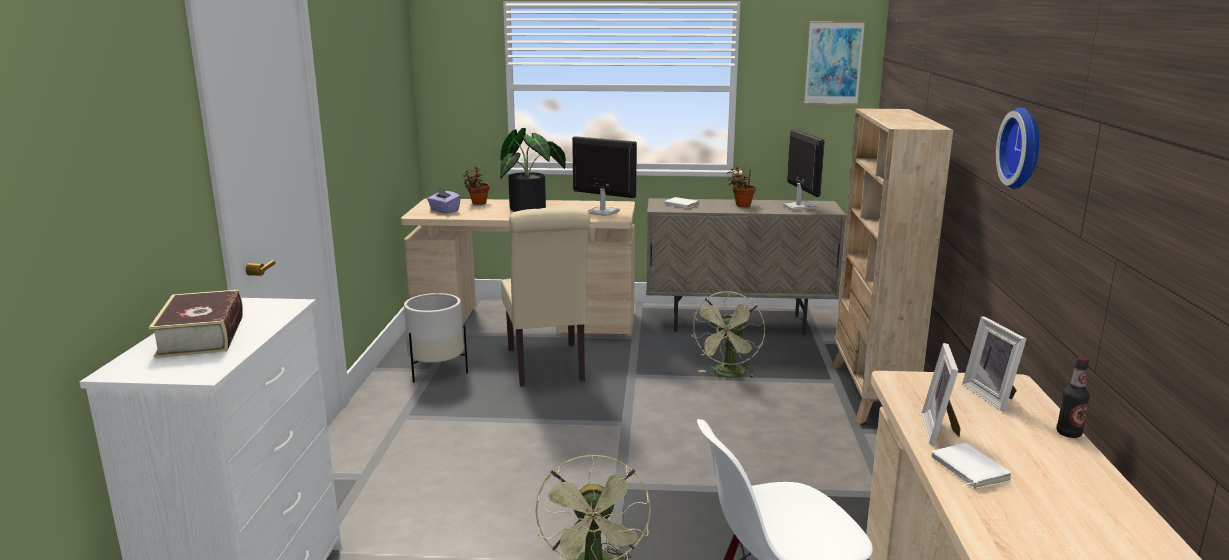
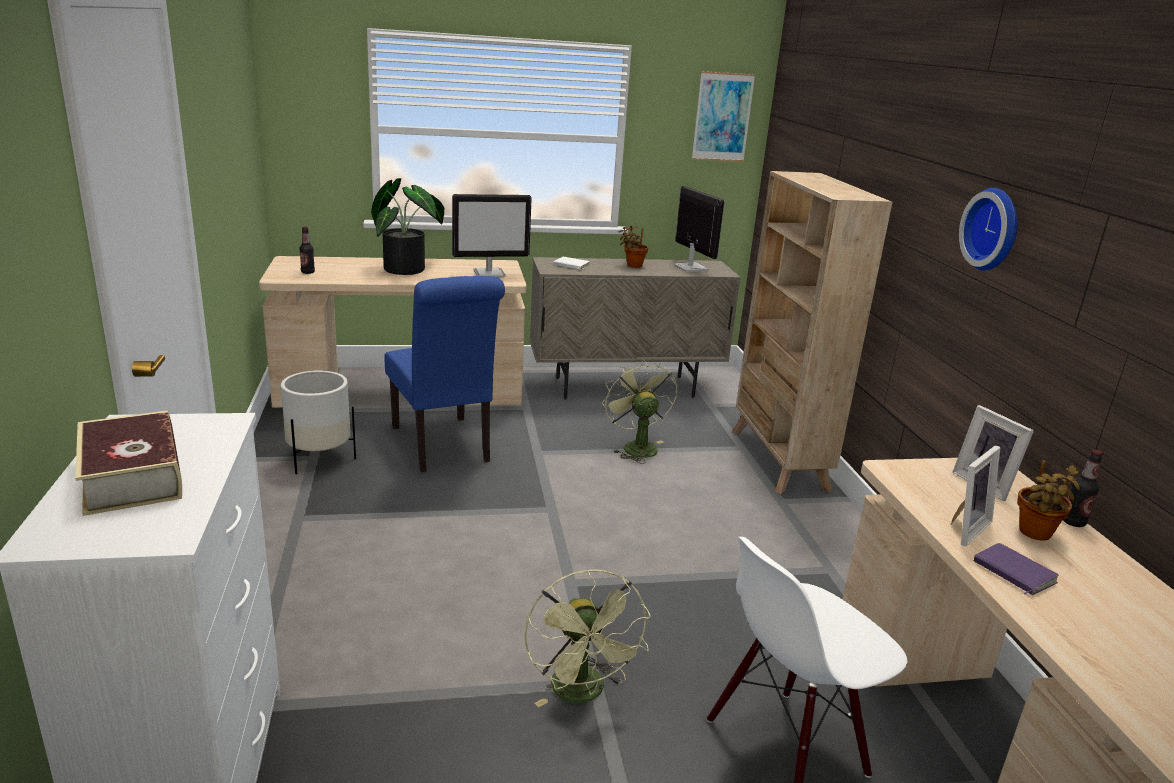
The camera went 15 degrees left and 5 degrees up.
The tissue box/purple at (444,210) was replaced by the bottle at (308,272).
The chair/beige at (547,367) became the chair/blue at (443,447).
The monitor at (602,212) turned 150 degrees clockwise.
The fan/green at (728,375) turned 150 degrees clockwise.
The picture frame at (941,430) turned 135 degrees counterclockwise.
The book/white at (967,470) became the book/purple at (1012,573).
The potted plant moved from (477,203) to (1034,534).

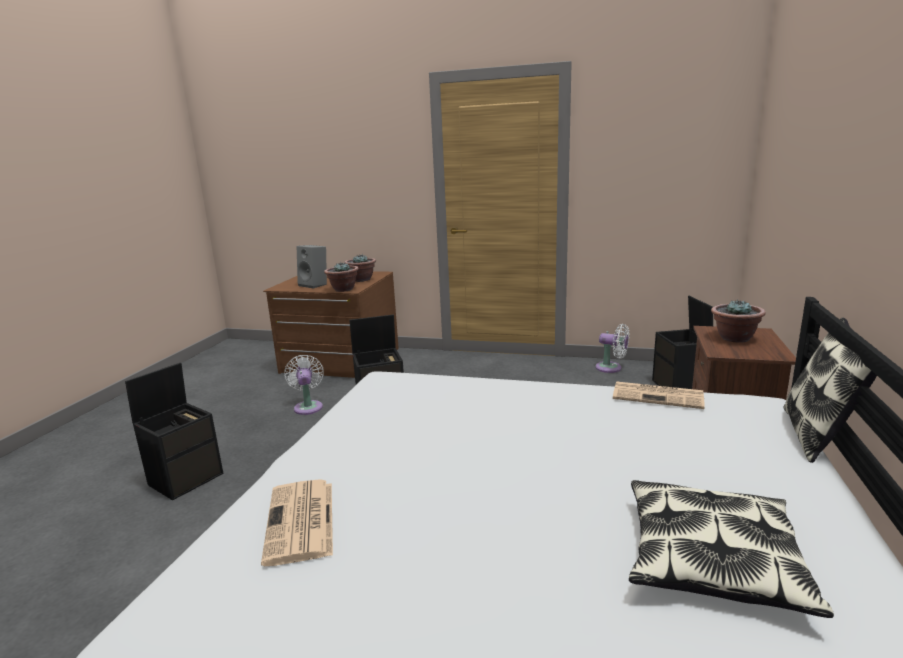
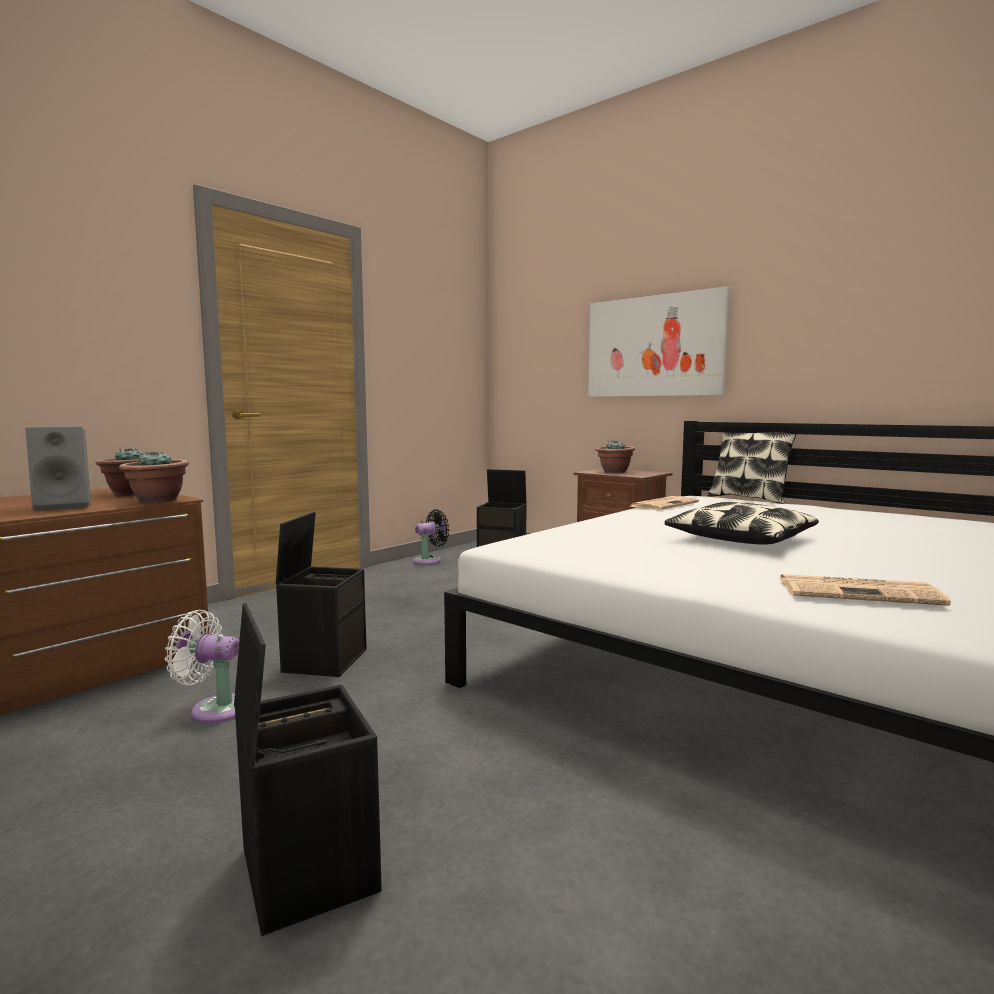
The camera went 65 degrees left and 10 degrees down.
The fan/white at (611,368) became the fan/black at (430,561).
The picture at (654,346) appeared.
The pillow moved from (711,559) to (740,539).

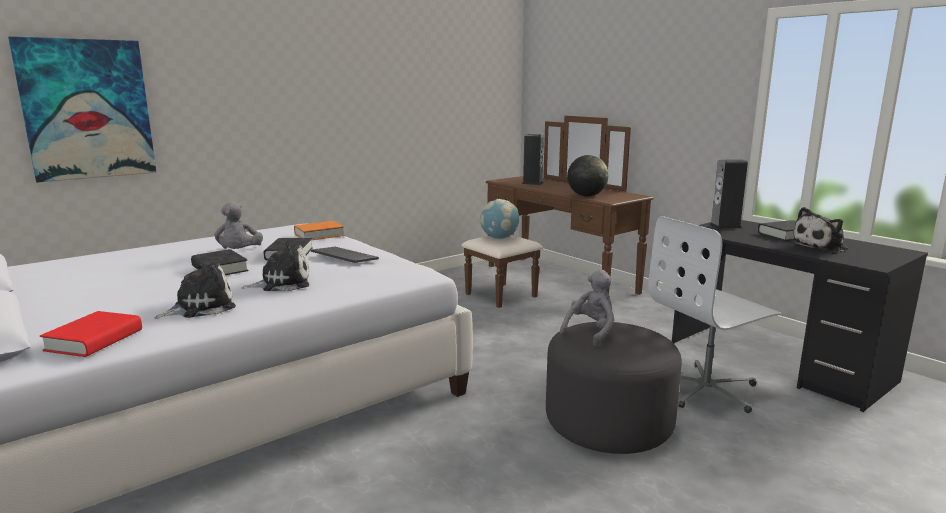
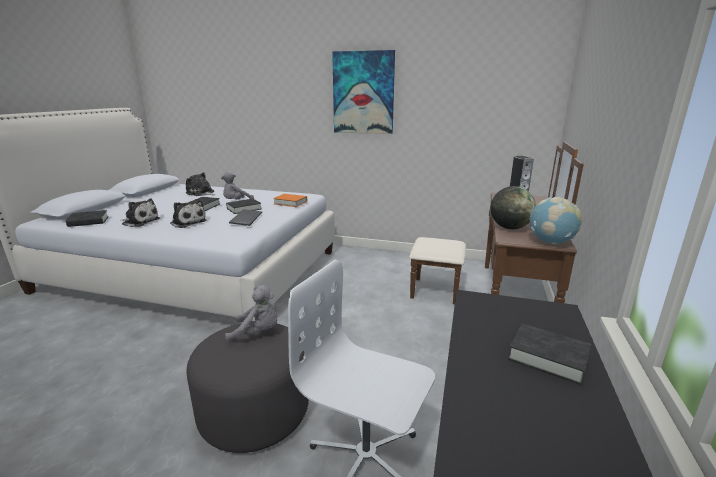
The camera went 55 degrees right and 5 degrees up.
The book/red at (94,340) became the book/black at (88,222).
The plush toy moved from (821,246) to (201,193).
The picture moved from (87,109) to (363,93).
The globe moved from (499,238) to (551,242).
The speaker at (725,226) disappeared.

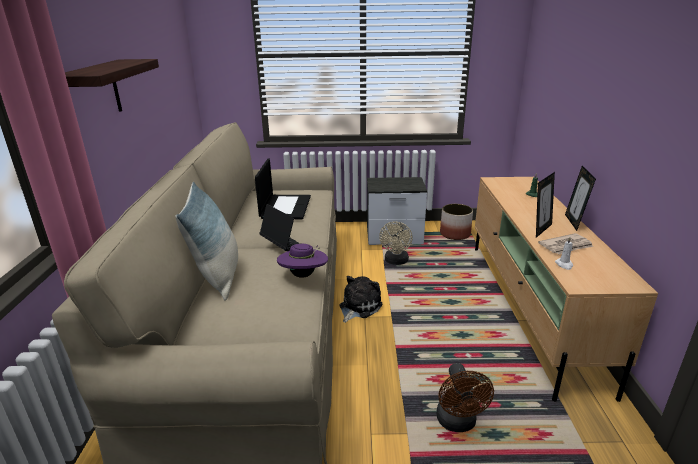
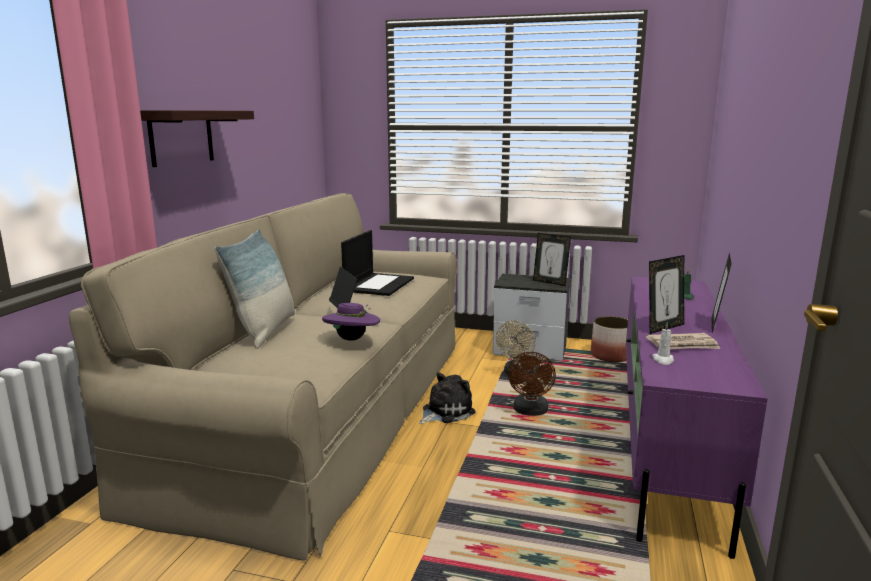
The camera went 15 degrees right and 10 degrees down.
The fan/brown moved from (458,423) to (530,411).
The picture frame at (550,282) appeared.
The tv stand/beige at (530,308) became the tv stand/purple at (666,443).

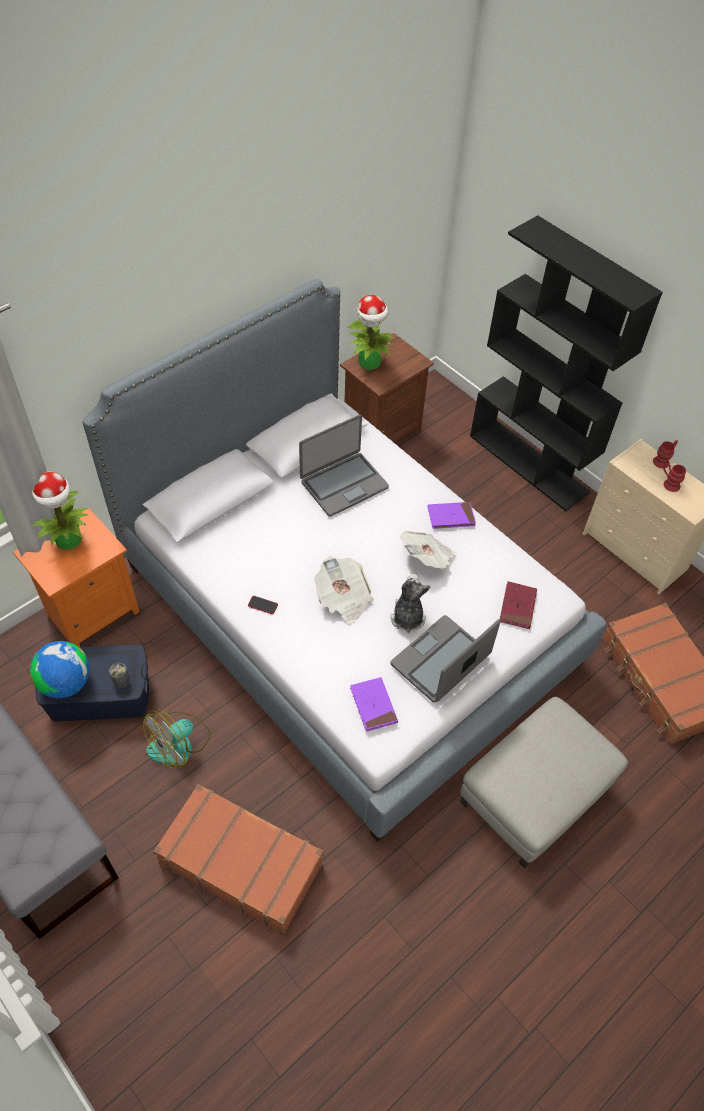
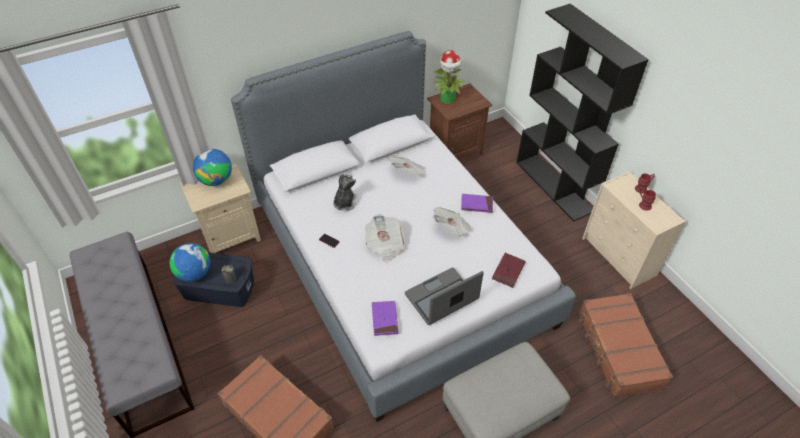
The camera went 15 degrees right and 5 degrees down.
The nightstand/orange at (91,612) became the nightstand/beige at (230,236).
The potted plant at (69,540) was replaced by the globe at (216,180).
The plush toy moved from (407,617) to (344,203).
The laptop at (343,484) was replaced by the newspaper at (408,173).
The fan at (179,744) disappeared.

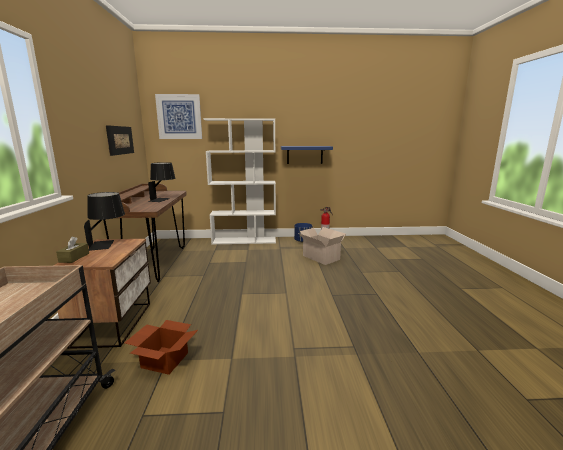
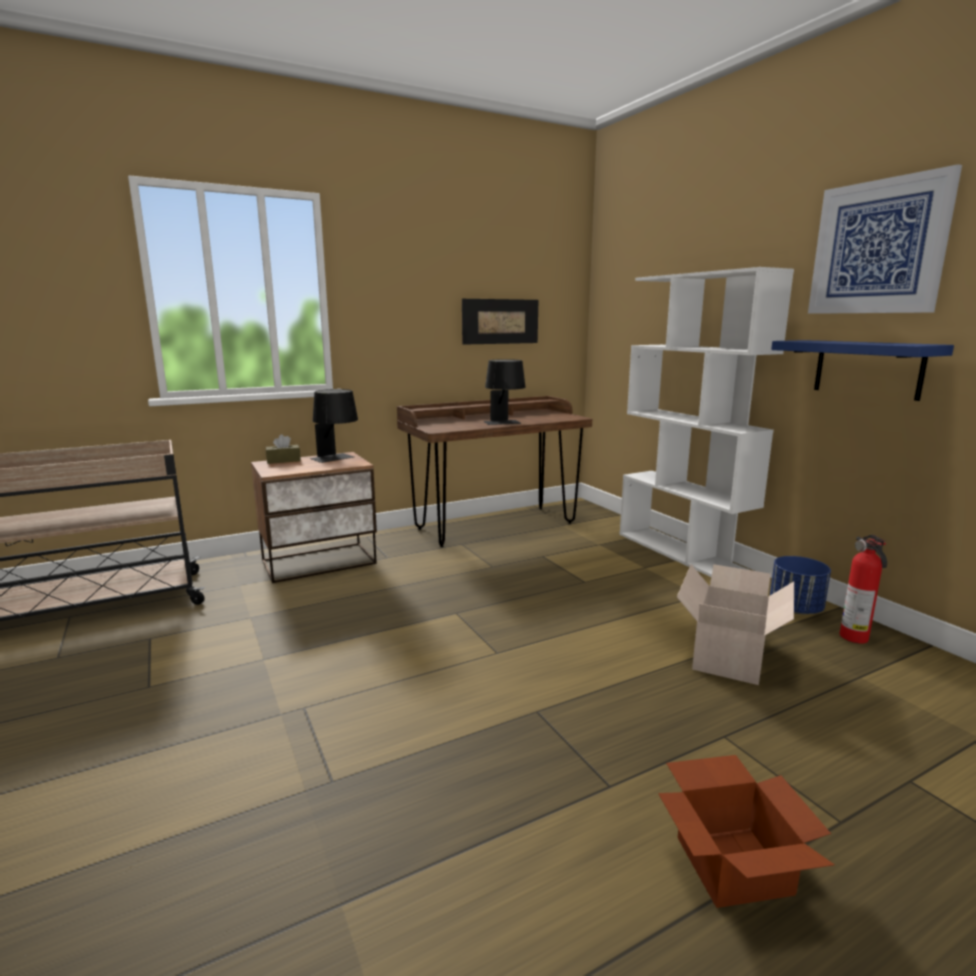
The camera went 65 degrees right and 0 degrees up.
The cardboard box moved from (164,359) to (733,862).
The picture moved from (179,117) to (878,247).

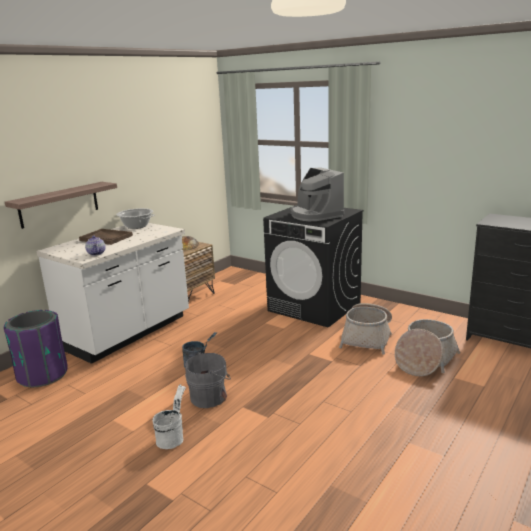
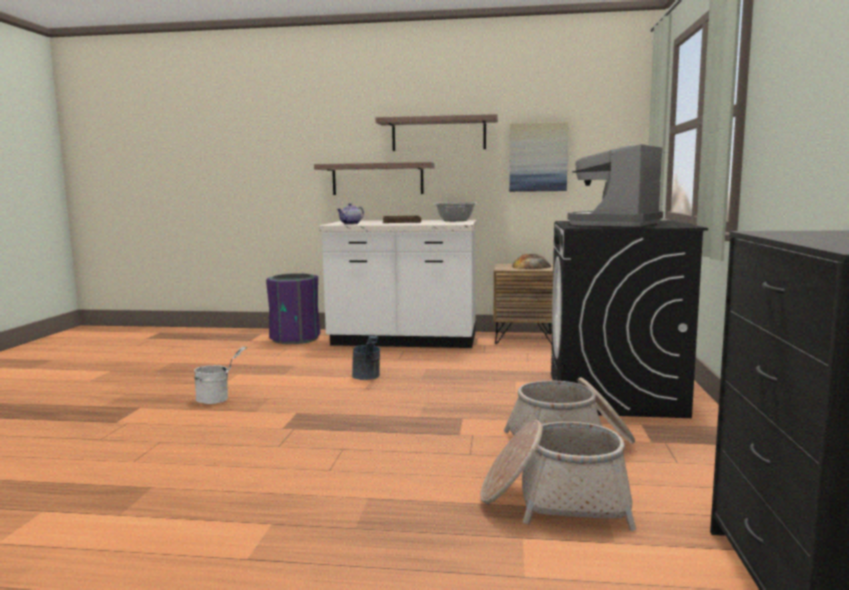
The camera went 60 degrees right and 10 degrees down.
The shelf at (438,134) appeared.
The picture at (538,157) appeared.
The bucket/grey at (210,396) disappeared.

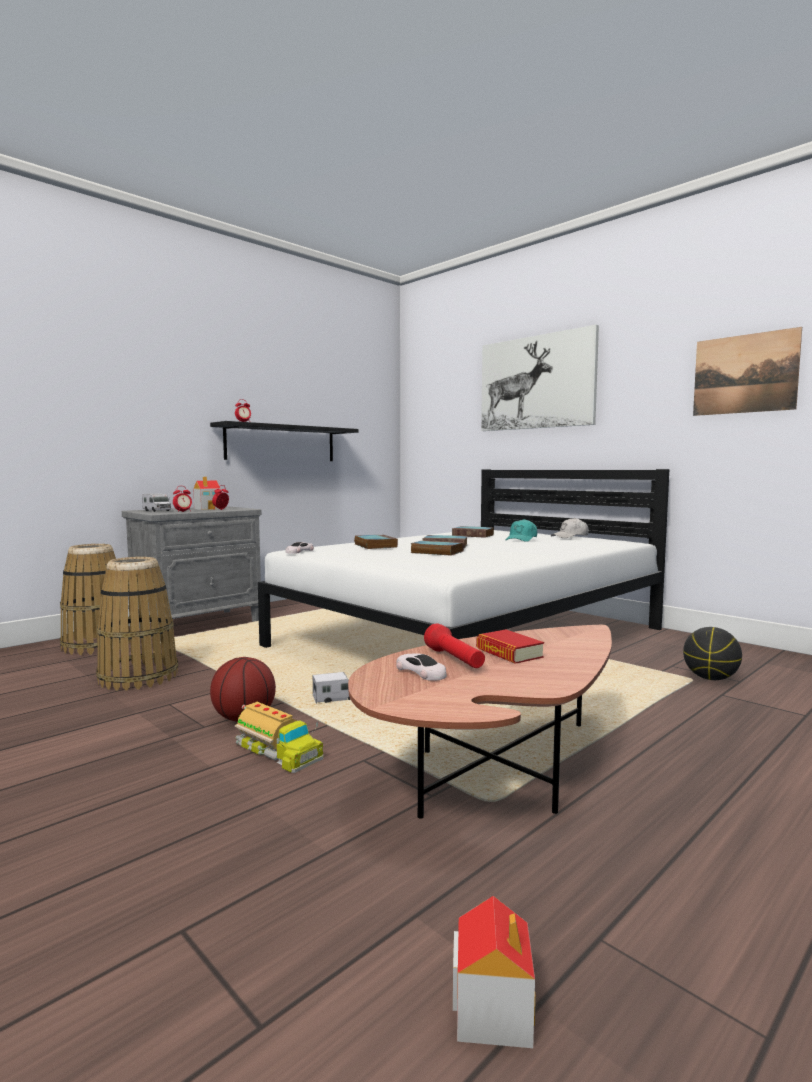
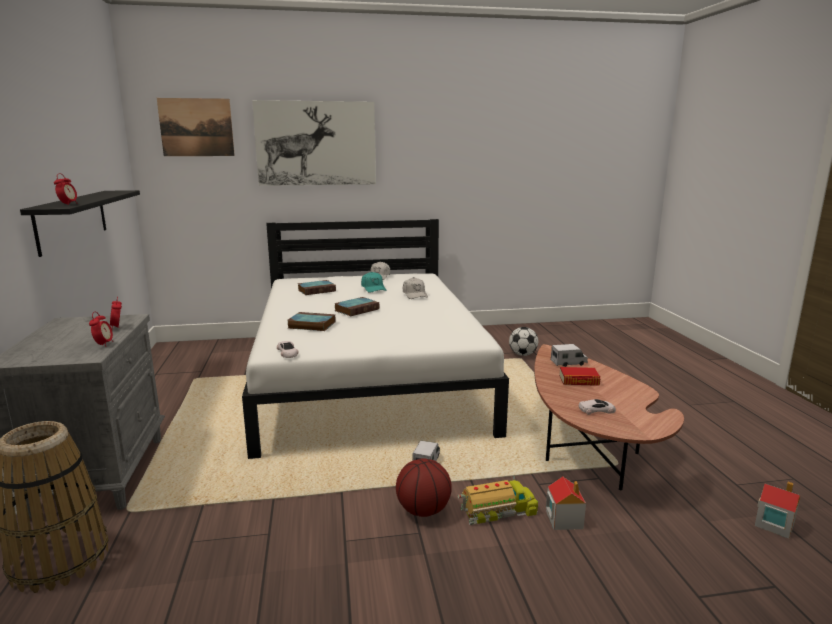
The camera went 55 degrees left and 10 degrees up.
The picture moved from (744,374) to (196,127).
The cap/white at (415,295) appeared.
The basketball at (711,678) was replaced by the football at (522,354).
The toy house moved from (208,508) to (564,519).
The toy truck moved from (157,510) to (569,363).
The basket at (138,677) disappeared.
The book at (435,552) disappeared.
The flashlight/red at (454,660) disappeared.

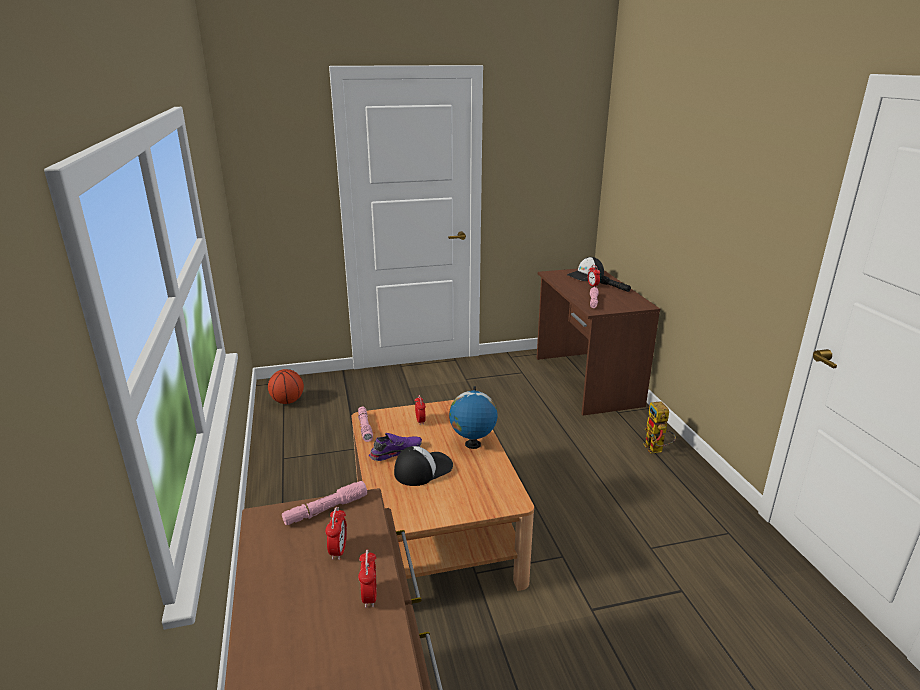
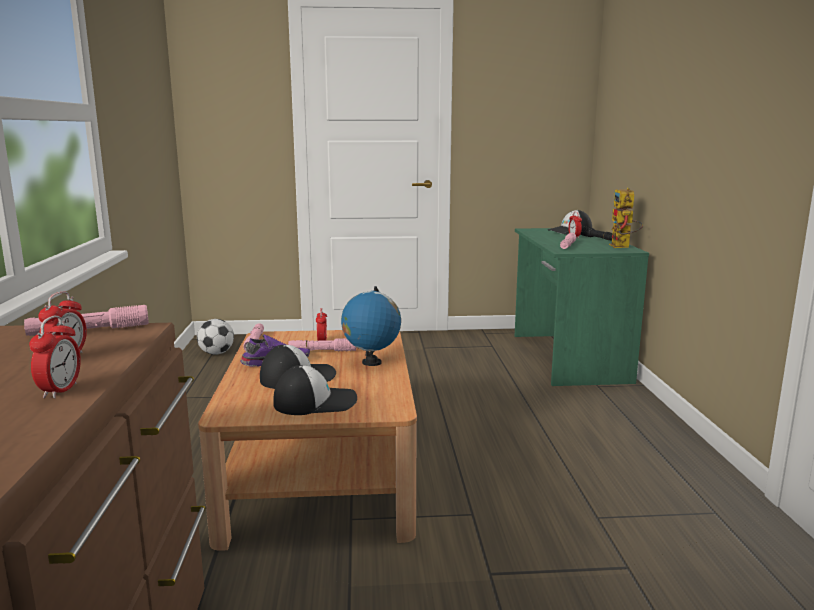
The camera went 10 degrees right and 10 degrees down.
The basketball at (287,401) was replaced by the football at (216,353).
The cap at (316,402) appeared.
The flashlight/pink at (322,351) appeared.
The desk/brown at (585,381) became the desk/green at (567,357).
The toy robot moved from (656,450) to (623,247).

